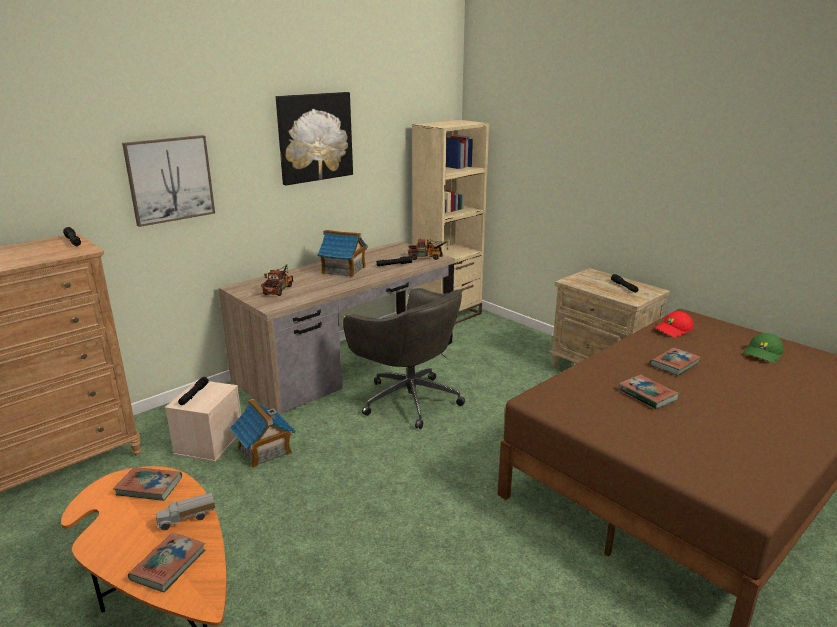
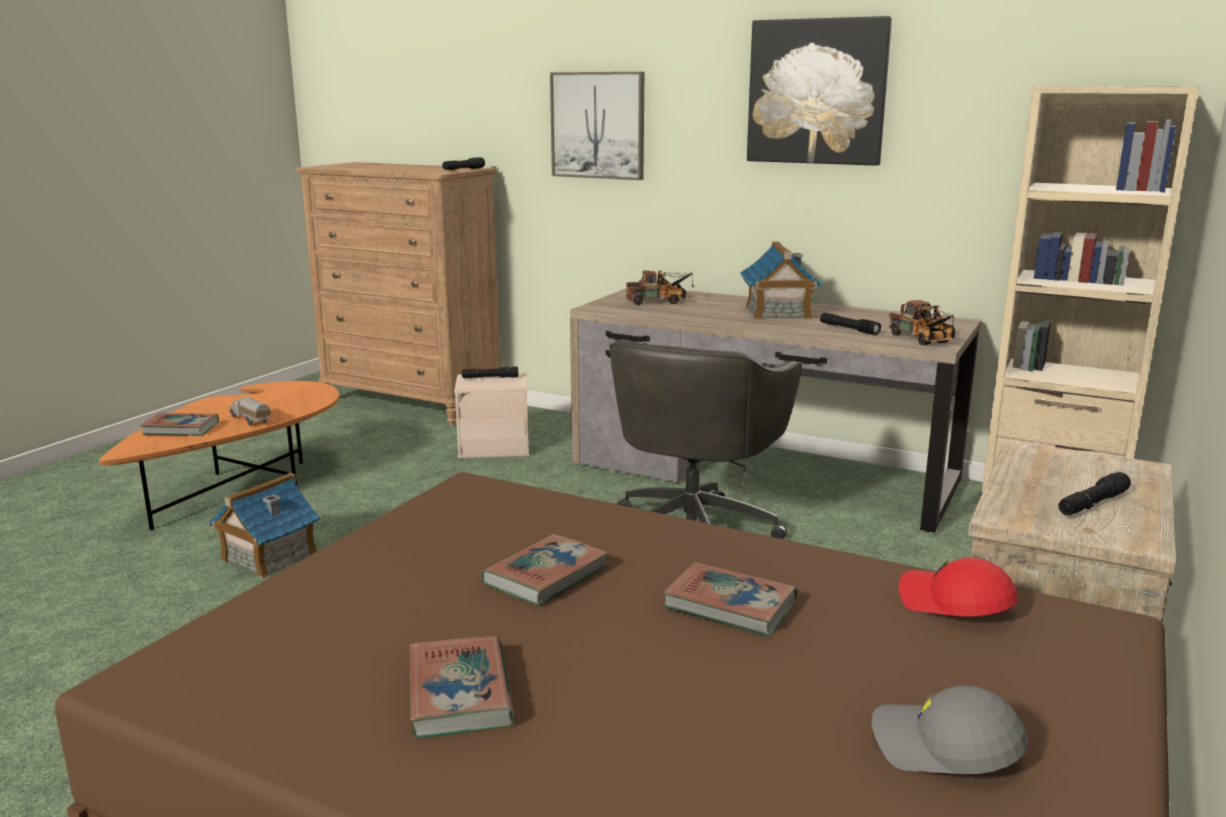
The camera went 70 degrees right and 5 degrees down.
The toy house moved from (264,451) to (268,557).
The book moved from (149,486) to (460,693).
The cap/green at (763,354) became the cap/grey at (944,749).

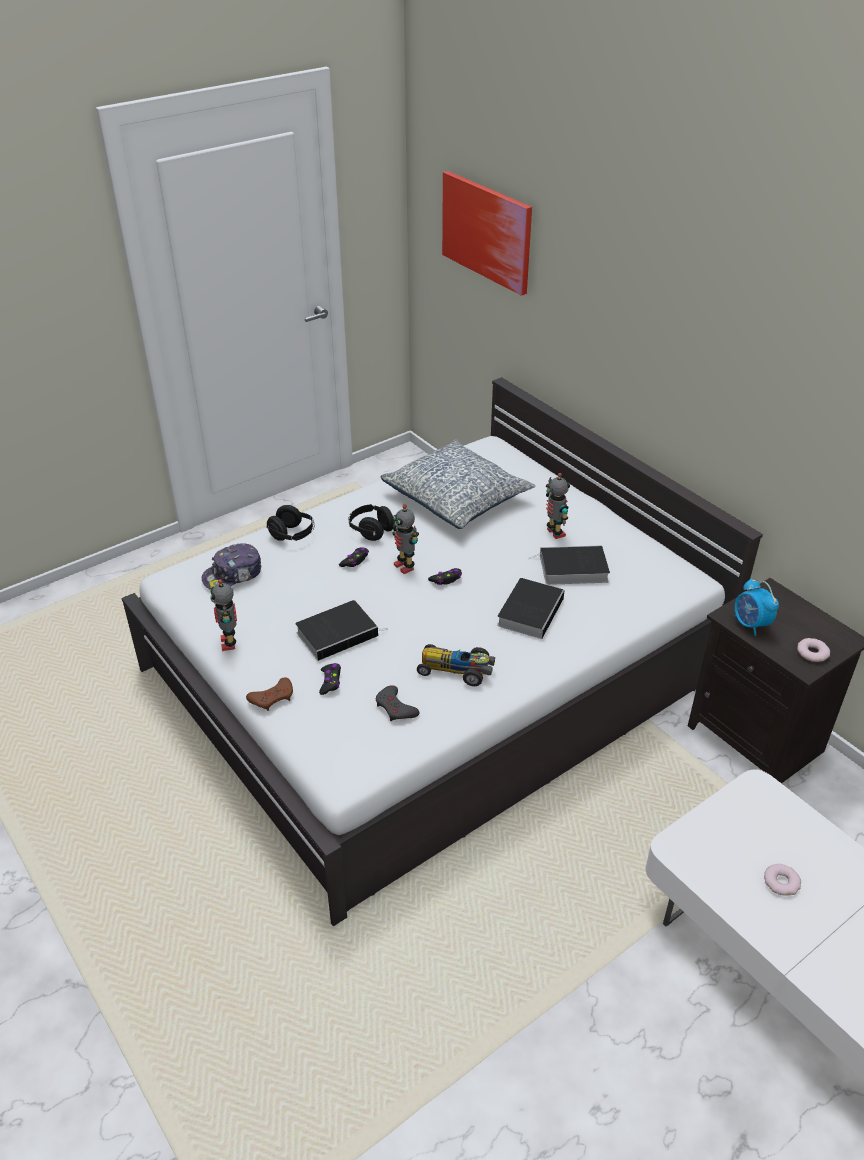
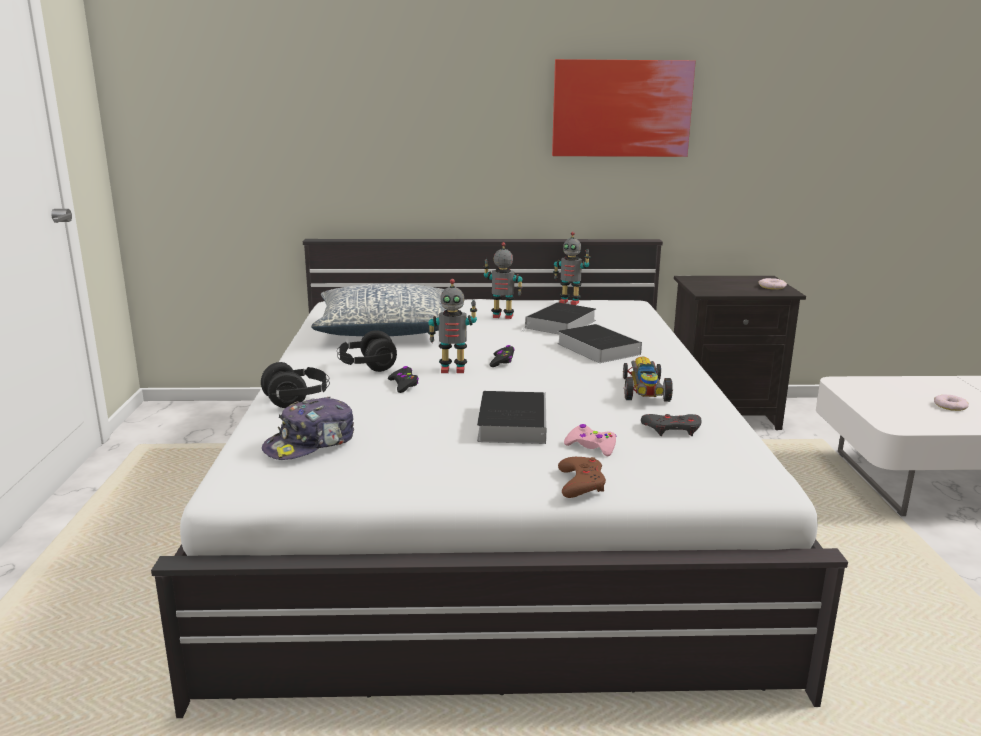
The camera went 55 degrees left and 20 degrees down.
The cap at (233,575) turned 45 degrees clockwise.
The picture moved from (487,231) to (621,108).
The toy robot moved from (230,643) to (569,302).
The game controller/black at (330,681) became the game controller/pink at (591,446).
The toy car at (457,670) turned 135 degrees clockwise.
The alarm clock at (750,624) disappeared.

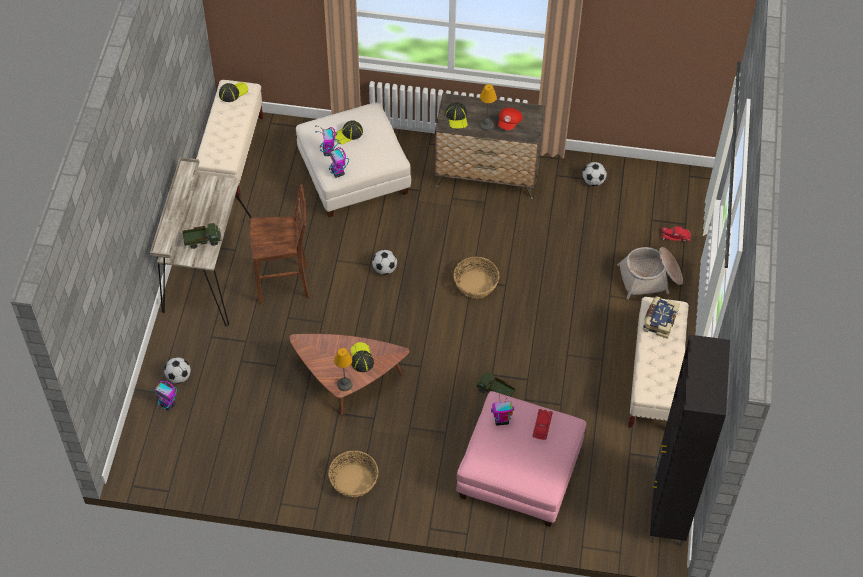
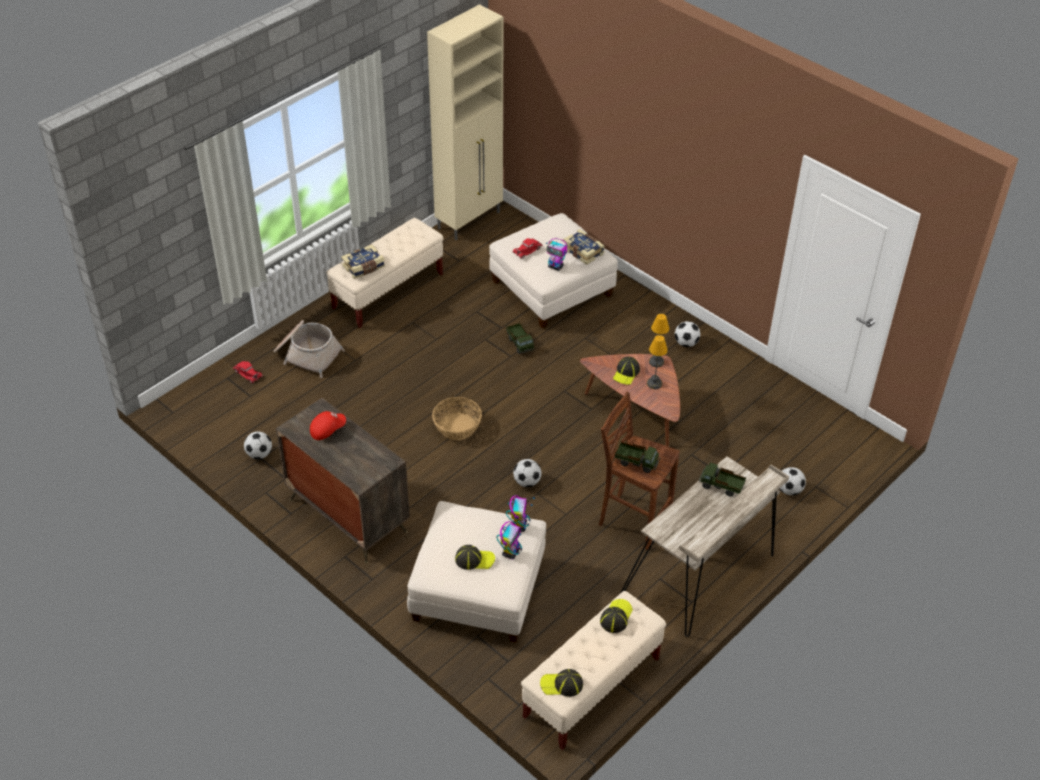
The camera went 145 degrees left and 10 degrees down.
The cabinet/black at (667,512) became the cabinet/beige at (470,220).
The ottoman/pink at (519,472) became the ottoman/white at (552,288).
The book at (583,251) appeared.
The cap moved from (457,117) to (616,617).
The toy truck at (636,462) appeared.
The table lamp moved from (486,125) to (654,384).
The basket at (353,481) was replaced by the football at (686,343).
The toy robot at (167,404) disappeared.

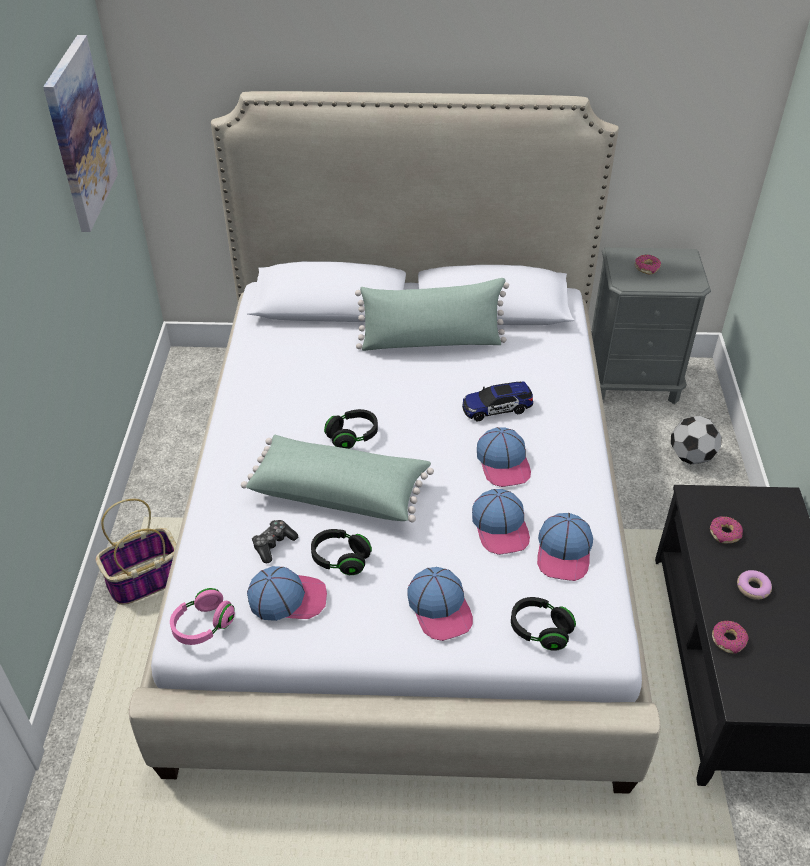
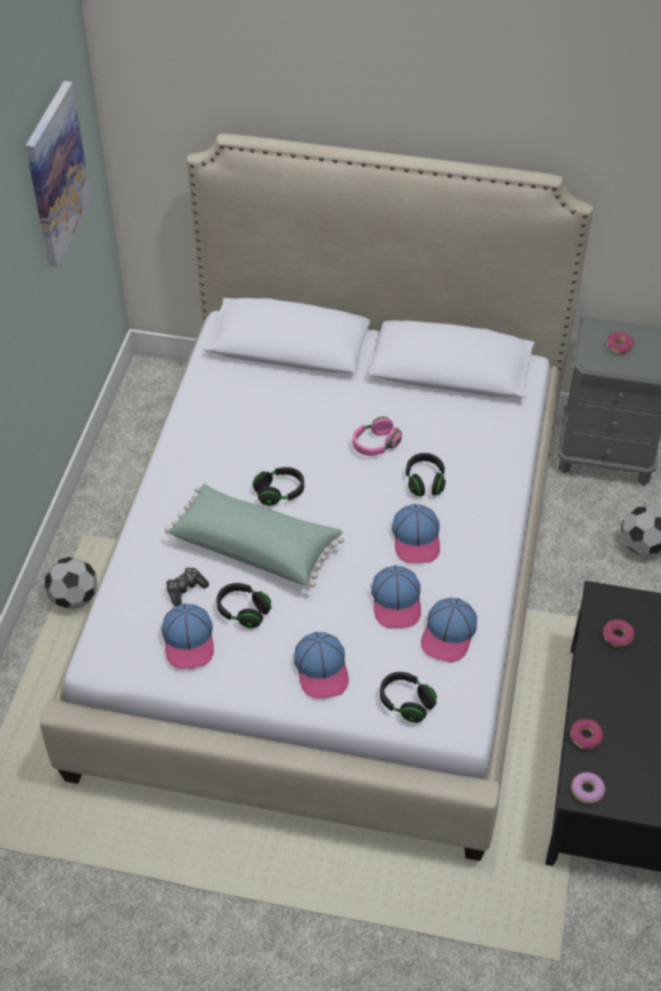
The camera went 10 degrees right and 5 degrees up.
The basket at (144,581) was replaced by the football at (74,598).
The cap at (288,598) turned 75 degrees clockwise.
The headphones/pink moved from (203,625) to (375,445).
The toy car at (496,408) was replaced by the headphones/black at (425,482).
The donut moved from (753,588) to (587,790).
The pillow/green at (431,342) disappeared.

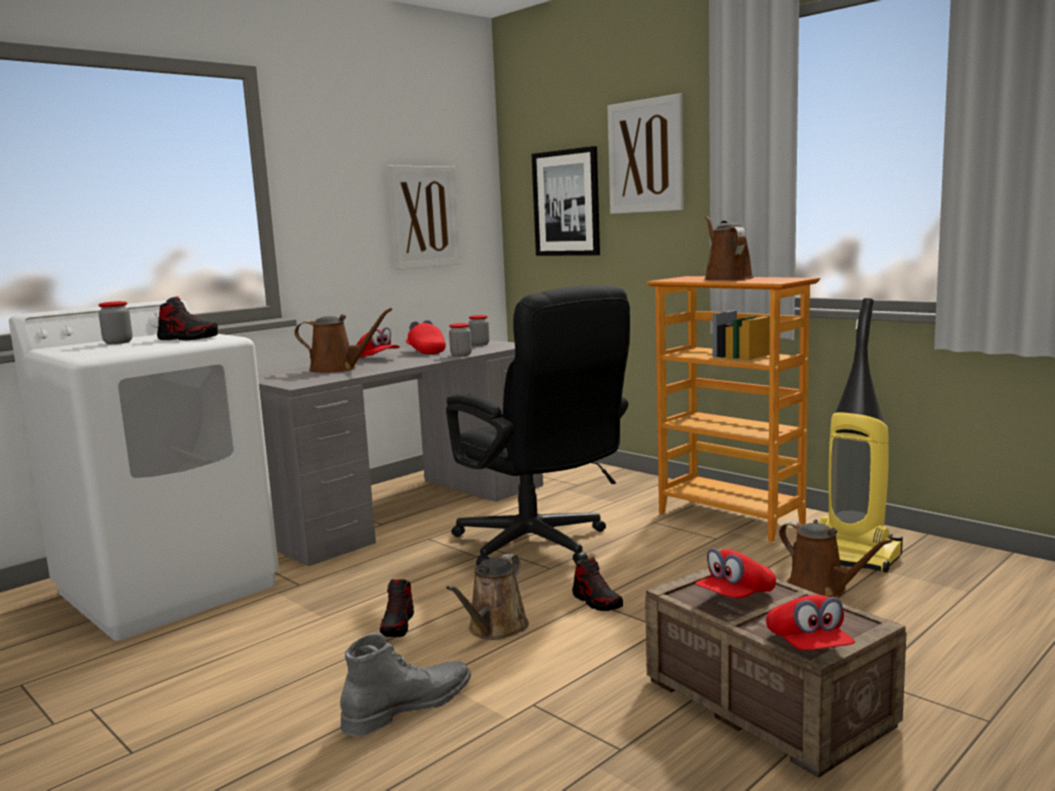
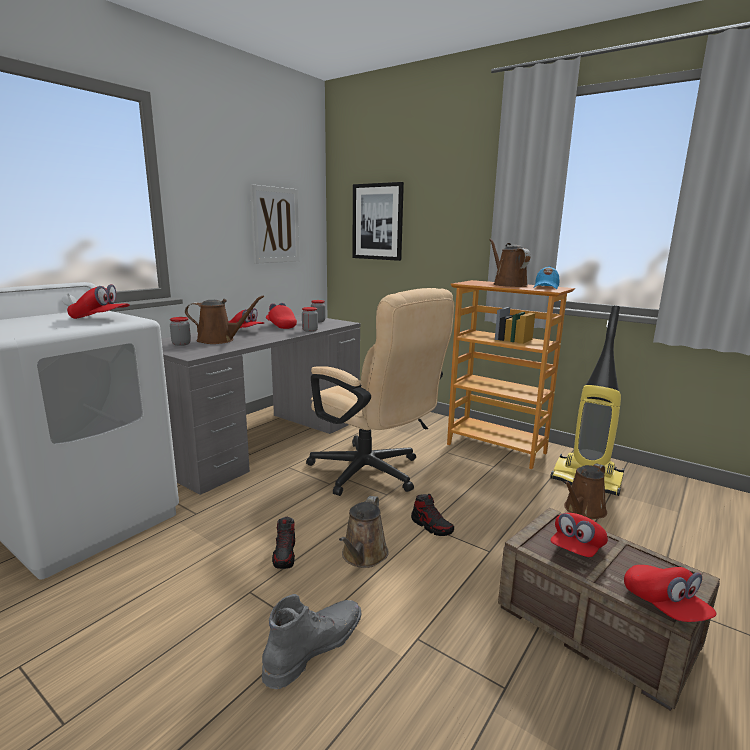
The camera went 10 degrees left and 5 degrees up.
The shoe at (188,338) was replaced by the cap/red at (100,319).
The jar moved from (118,342) to (181,344).
The office chair/black at (540,546) became the office chair/beige at (373,474).
The cap/blue at (546,287) appeared.
The watering can/brown at (821,588) turned 90 degrees clockwise.
The picture at (645,156) disappeared.

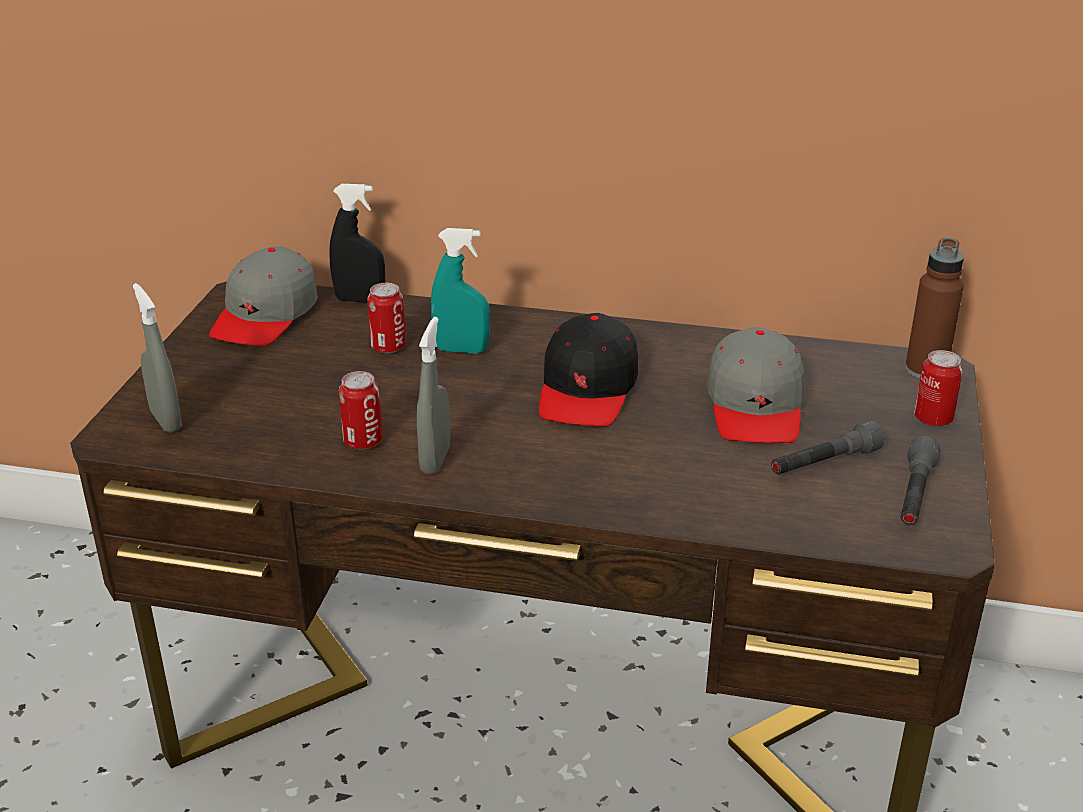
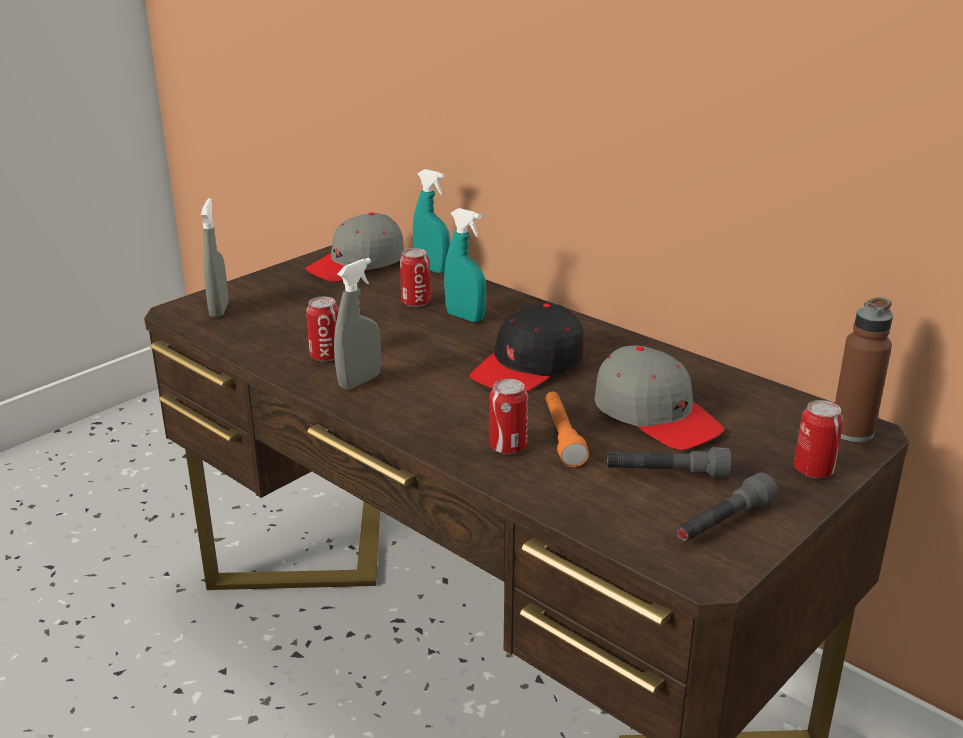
The camera went 30 degrees right and 5 degrees down.
The spray bottle/black at (360,300) became the spray bottle/turquoise at (432,269).
The can at (508,447) appeared.
The flashlight/orange at (562,437) appeared.
The cap/grey at (756,405) turned 75 degrees counterclockwise.

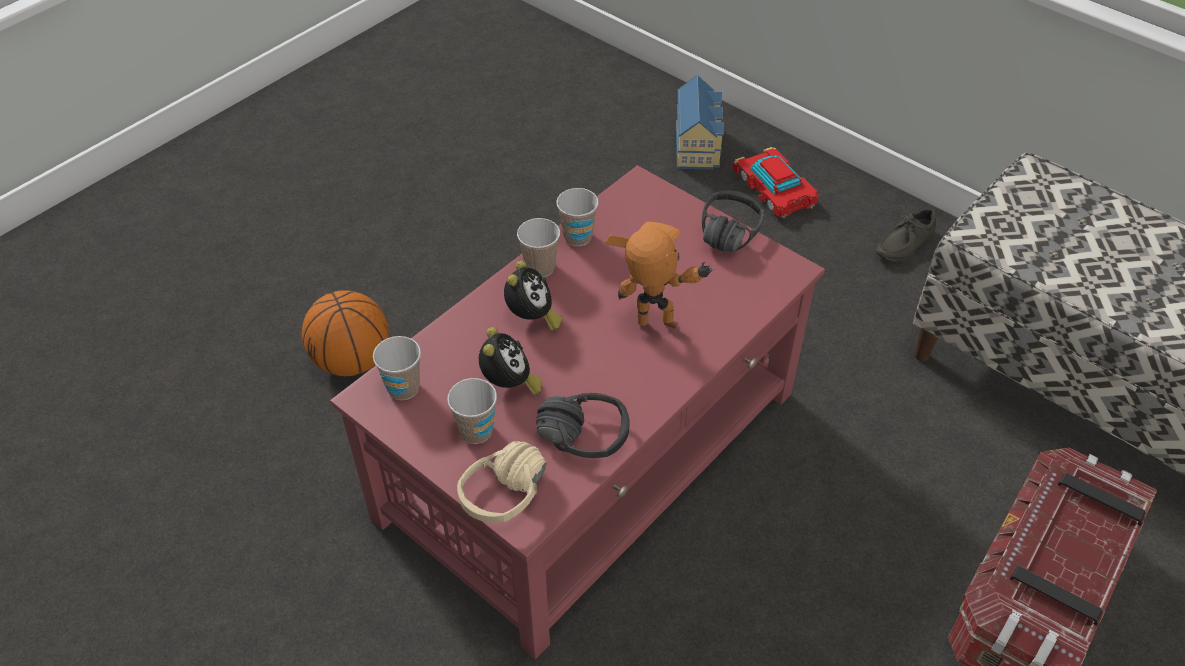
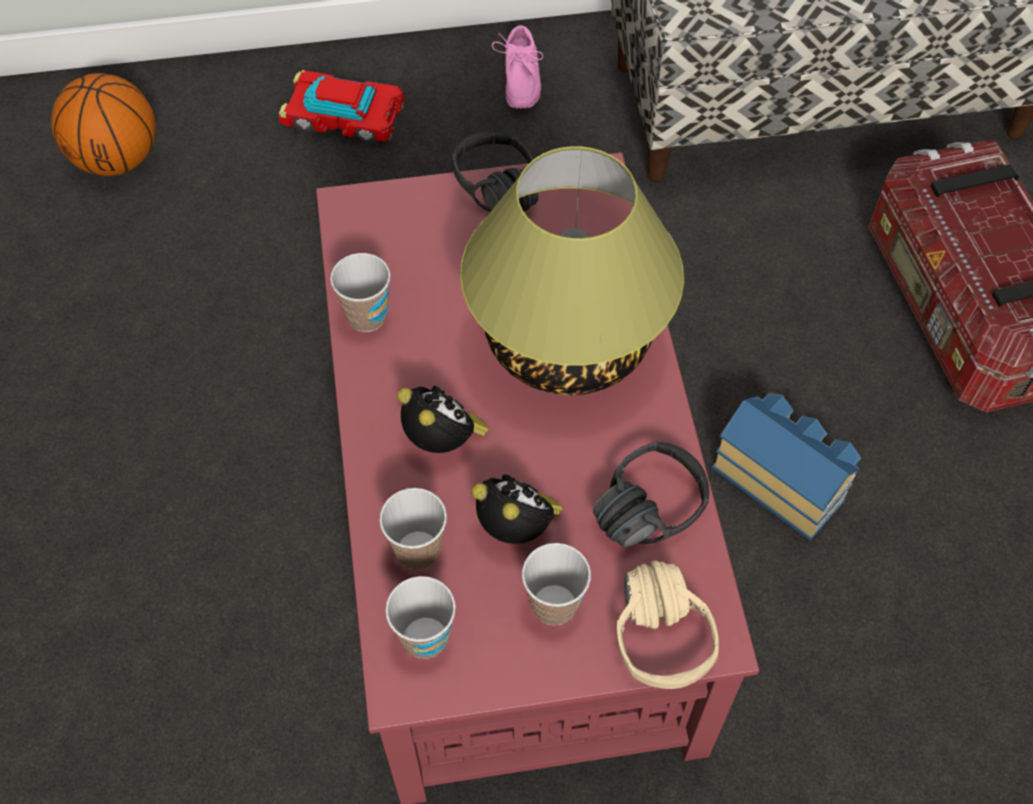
The camera went 50 degrees left and 10 degrees up.
The basketball moved from (352,361) to (116,159).
The cup moved from (540,268) to (418,550).
The toy robot at (657,329) was replaced by the table lamp at (567,342).
The shoe/grey at (902,243) became the shoe/pink at (518,81).
The toy house moved from (698,144) to (781,478).

